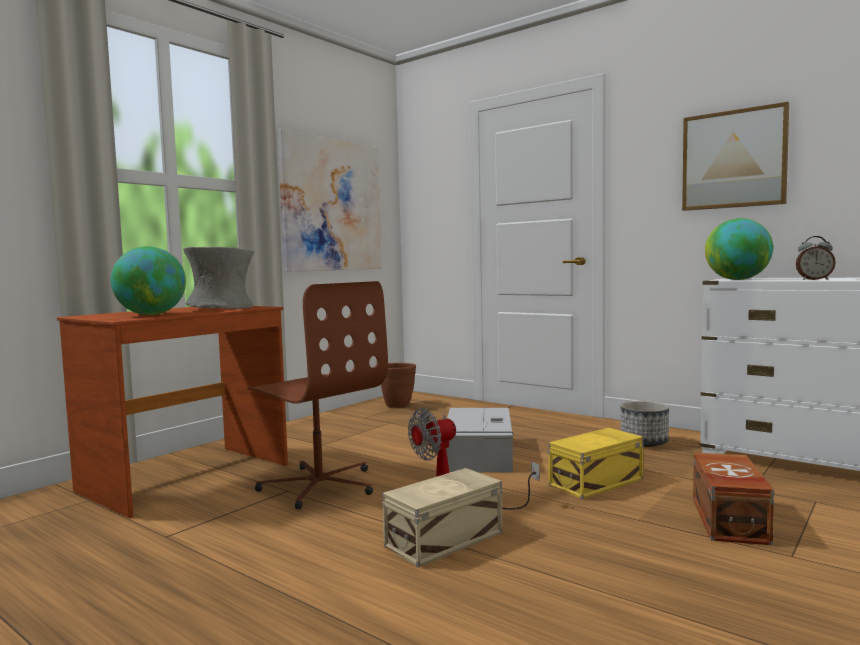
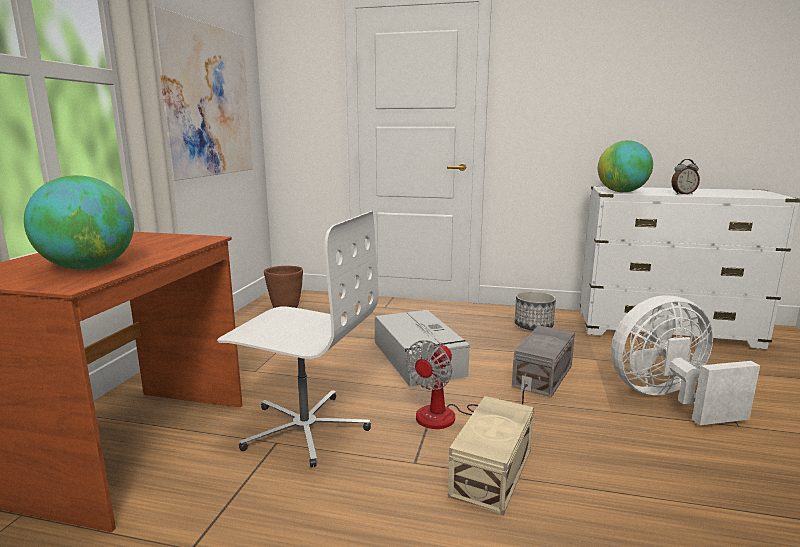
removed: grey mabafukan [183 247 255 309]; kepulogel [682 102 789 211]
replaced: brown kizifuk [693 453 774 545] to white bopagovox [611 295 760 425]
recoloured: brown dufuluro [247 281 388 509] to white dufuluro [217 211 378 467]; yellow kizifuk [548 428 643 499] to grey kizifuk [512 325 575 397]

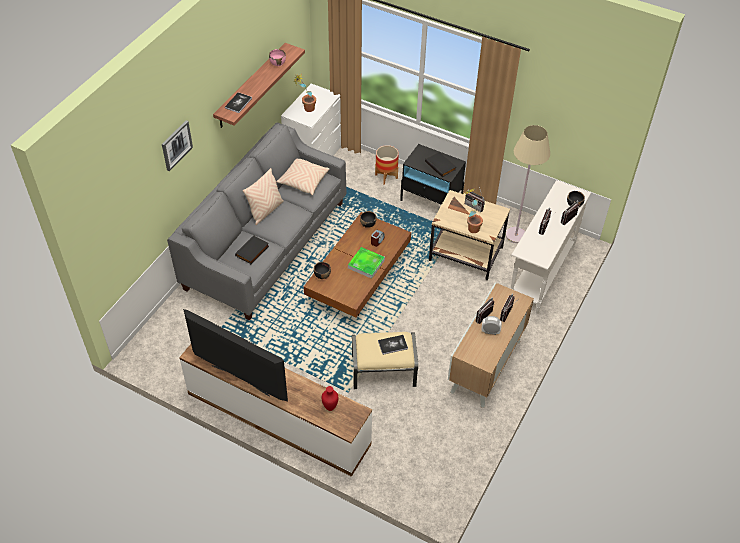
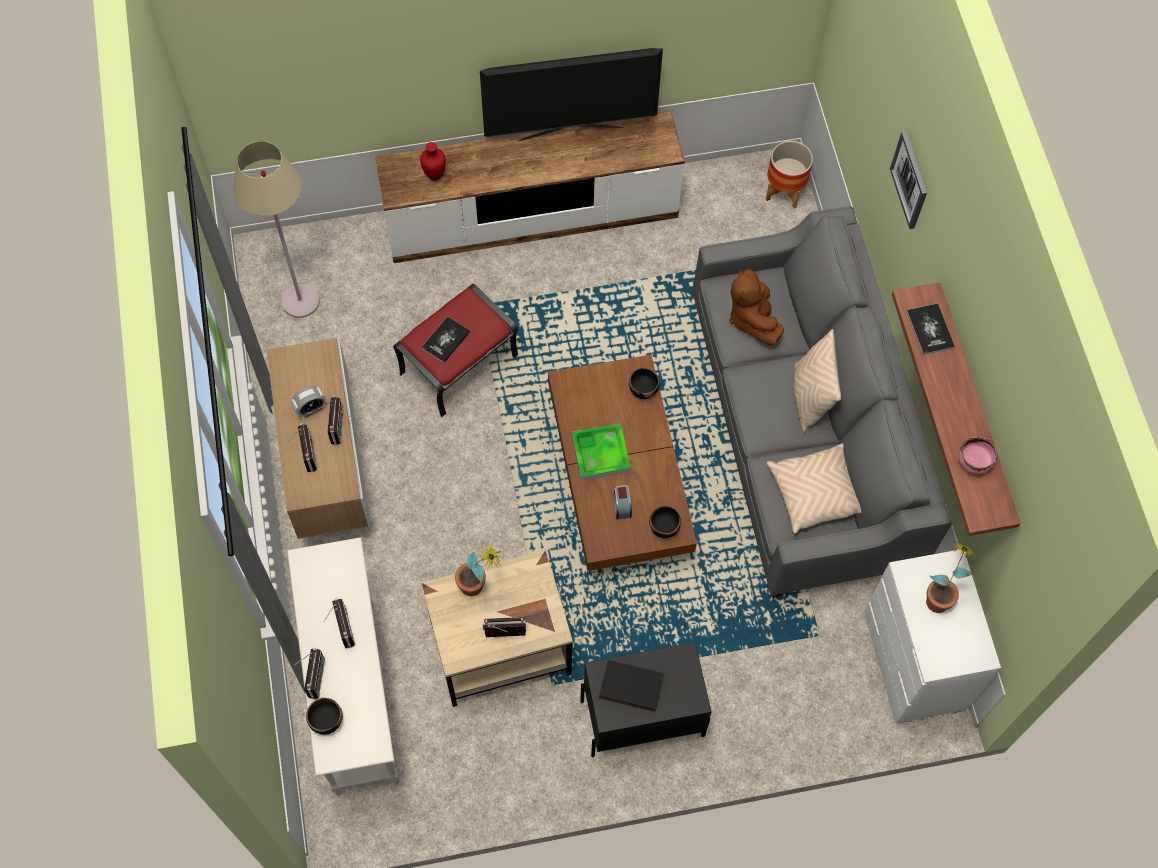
moved: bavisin [375 145 399 185] to [766 141 813 208]; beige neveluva [506 125 550 243] to [233 141 320 318]
replaced: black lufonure [235 235 269 264] to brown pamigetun [729 269 784 345]
recoloured: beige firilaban [352 332 418 389] to red firilaban [393 284 518 417]

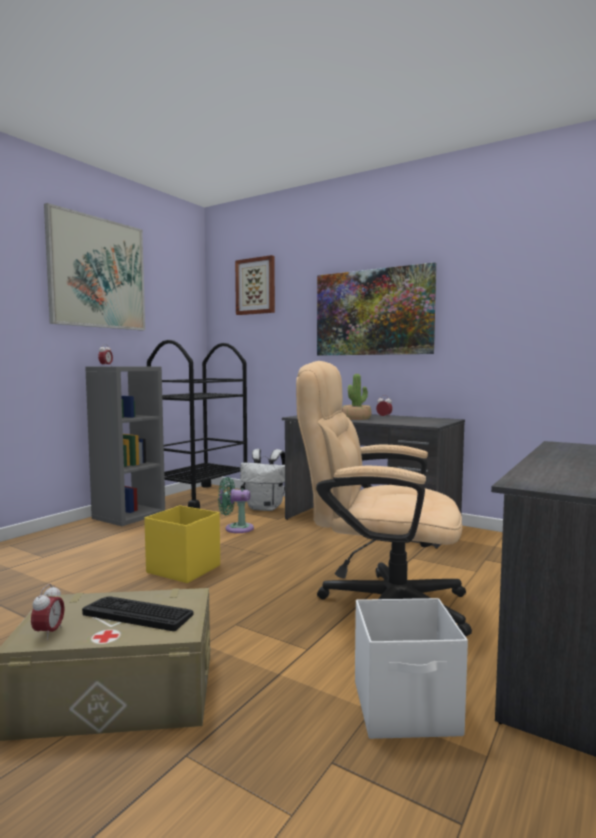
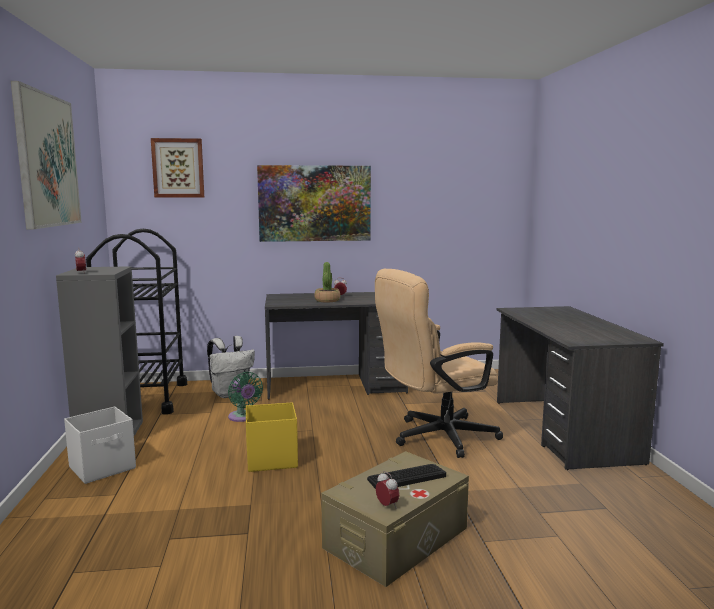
moved: white kizifuk [355 598 468 739] to [64 407 136 484]
turned: green bopagovox [218 477 254 533] = [228 372 263 422] 90 degrees counterclockwise

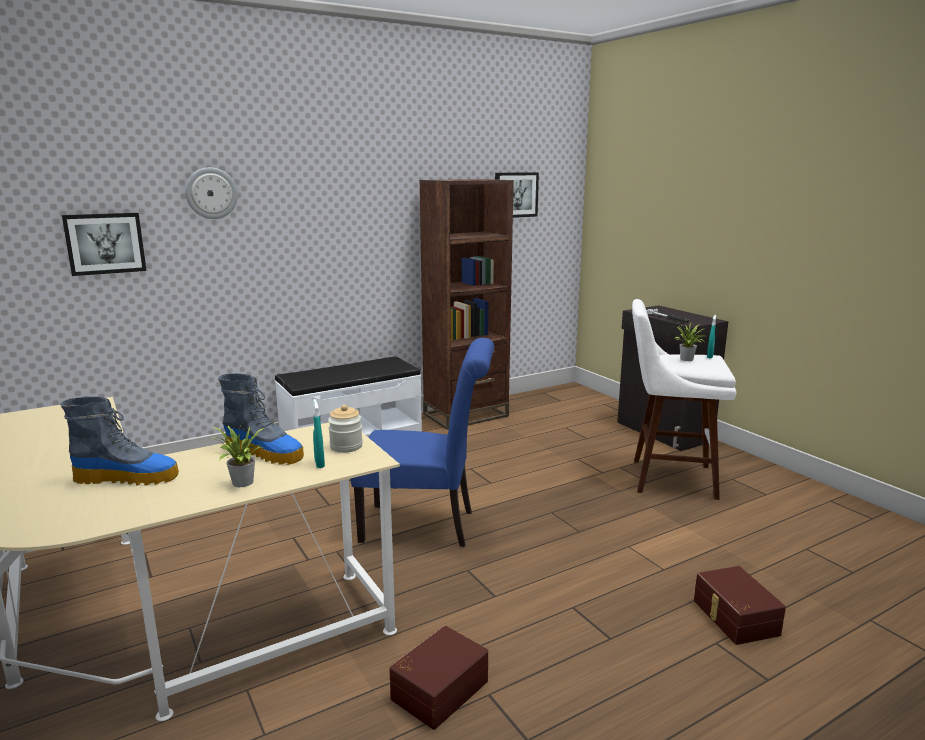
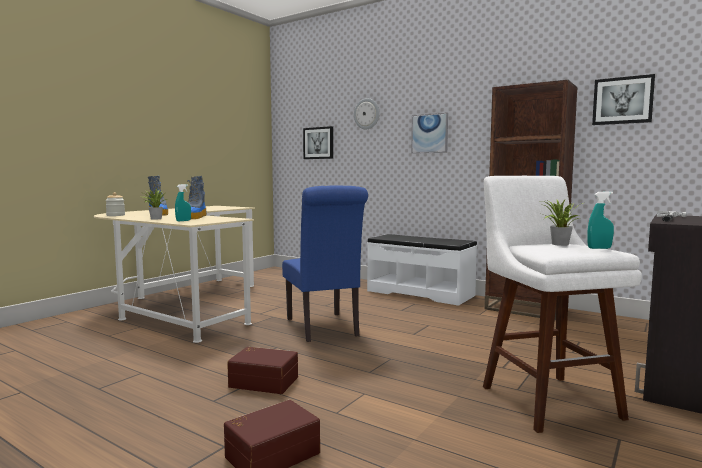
added: kepulogel [411 113 448 154]
moved: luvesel [328 405 363 453] to [105 192 125 216]; brown kizifuk [389 626 488 730] to [227 347 298 394]

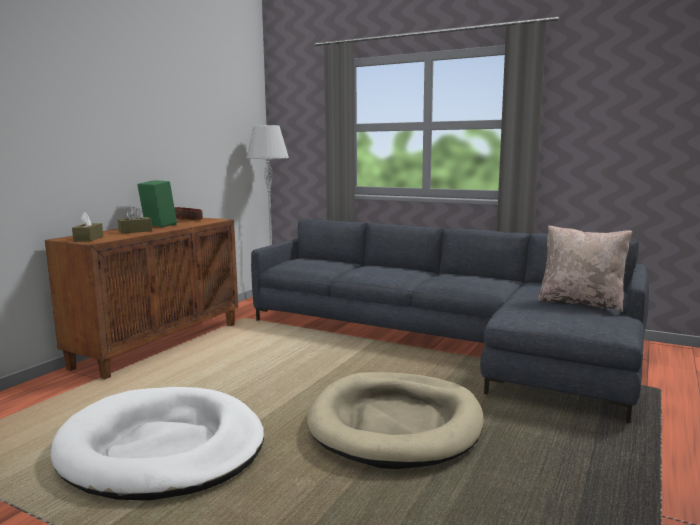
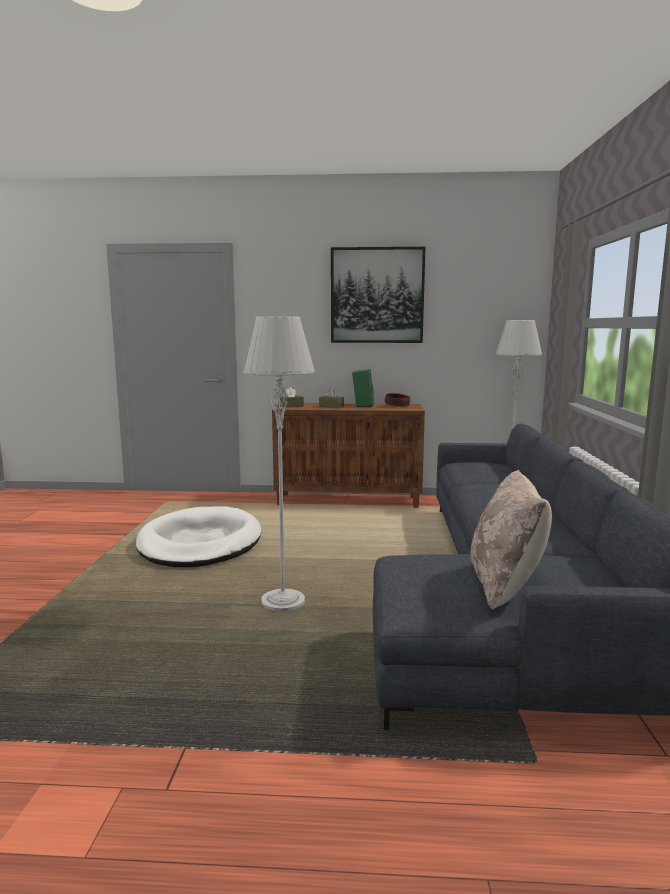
added: kepulogel [331 247 425 343]
replaced: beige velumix [307 372 484 469] to grey neveluva [243 316 315 612]

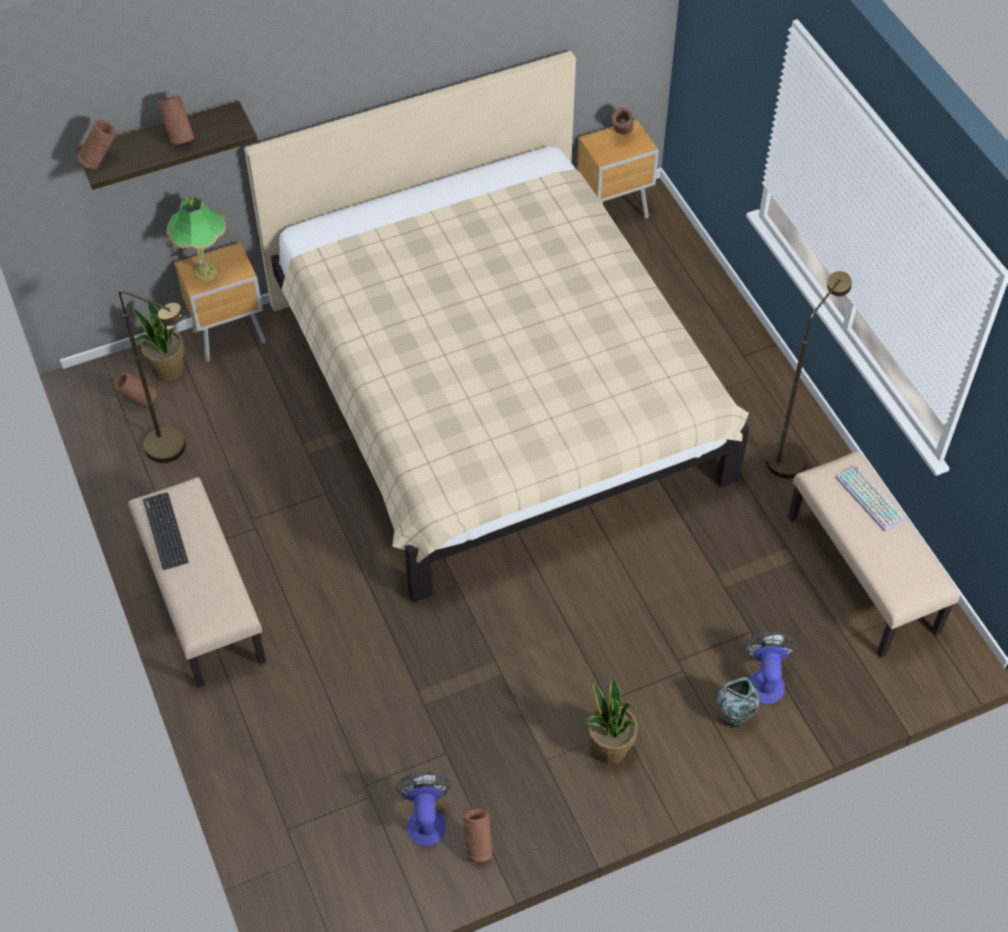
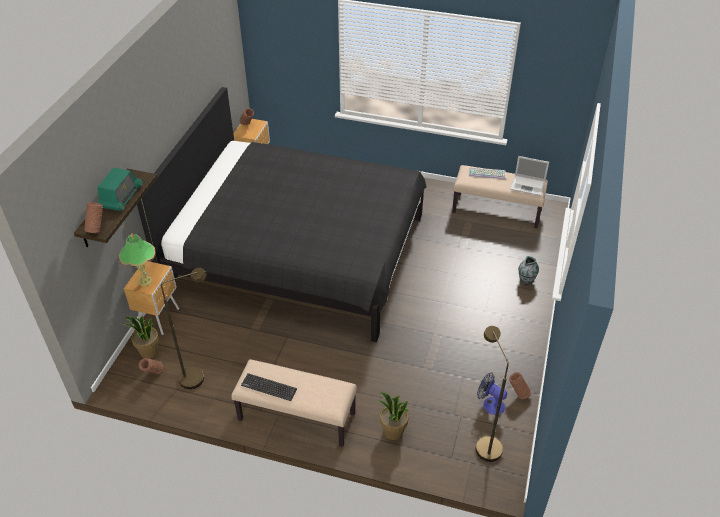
removed: bopagovox [744 632 796 704]
added: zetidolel [510 156 549 196]
moved: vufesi [584 678 638 764] to [377 392 409 440]; brown neveluva [766 271 852 478] to [476 326 509 462]
replaced: brown mabafukan [157 95 194 145] to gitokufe [97 168 143 211]
recoloured: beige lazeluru [244 51 749 602] to black lazeluru [137 87 427 342]

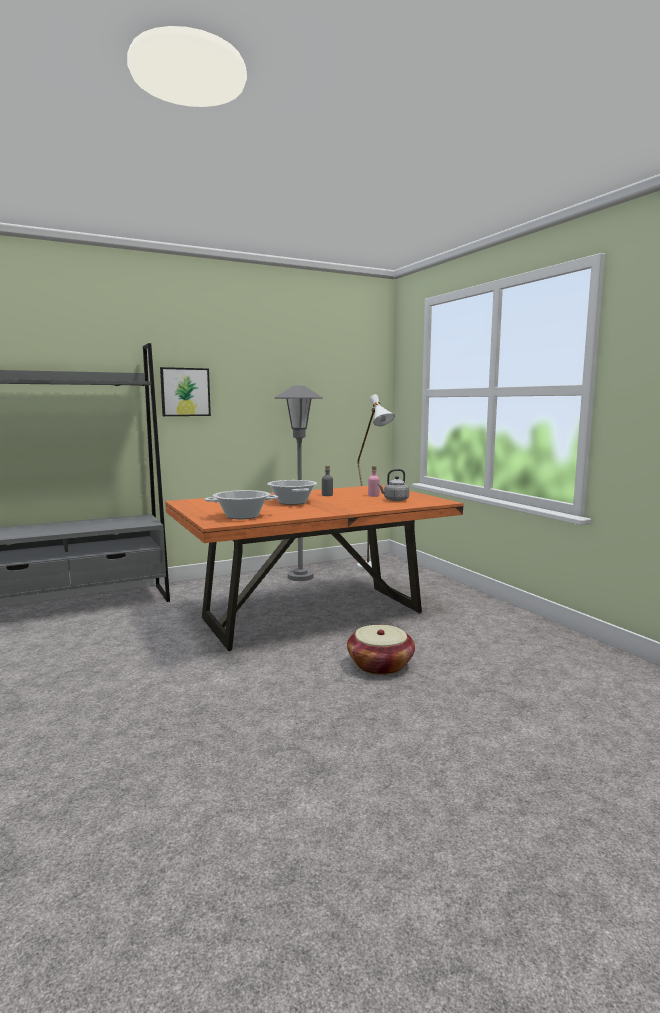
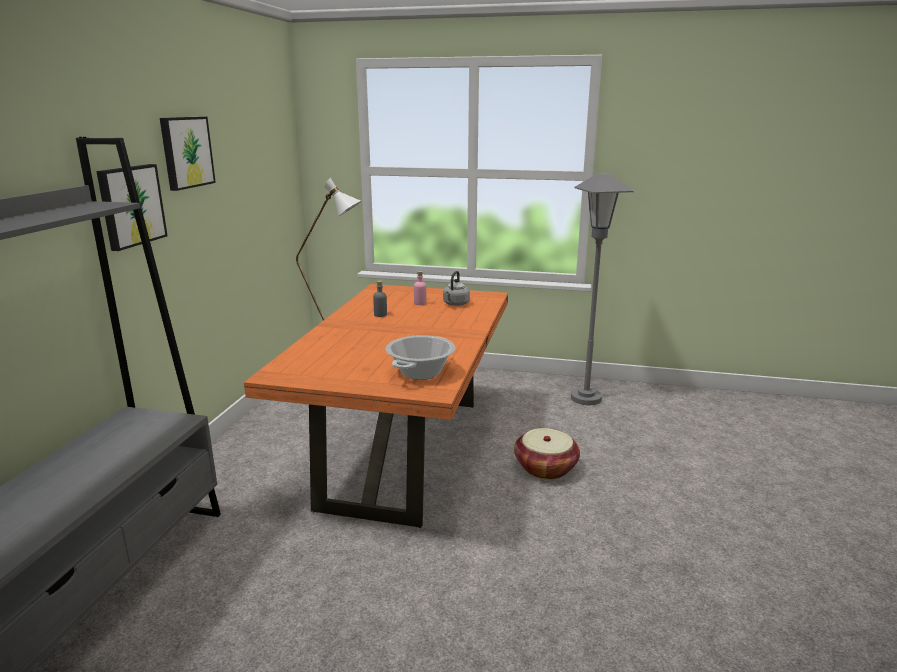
removed: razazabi [267 480 317 505]
added: kepulogel [160 117 216 191]
moved: grey neveluva [275 385 323 581] to [571 173 633 405]

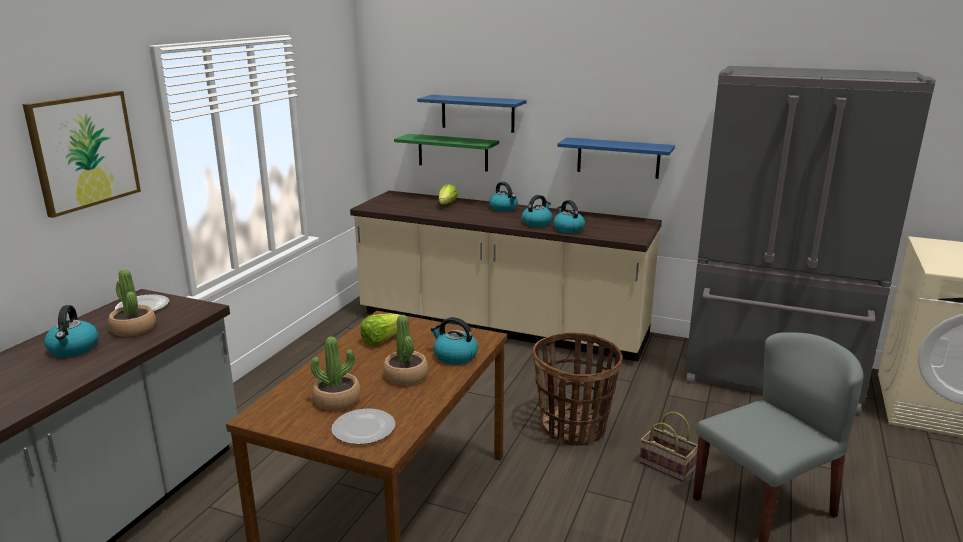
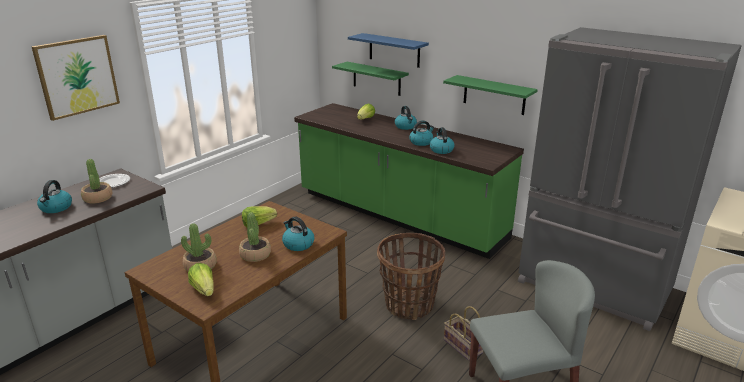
replaced: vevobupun [332 409 395 444] to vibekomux [188 263 214 296]
recoloured: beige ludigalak [350 191 662 362] to green ludigalak [294 103 524 259]; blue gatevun [557 137 675 179] to green gatevun [443 75 538 115]

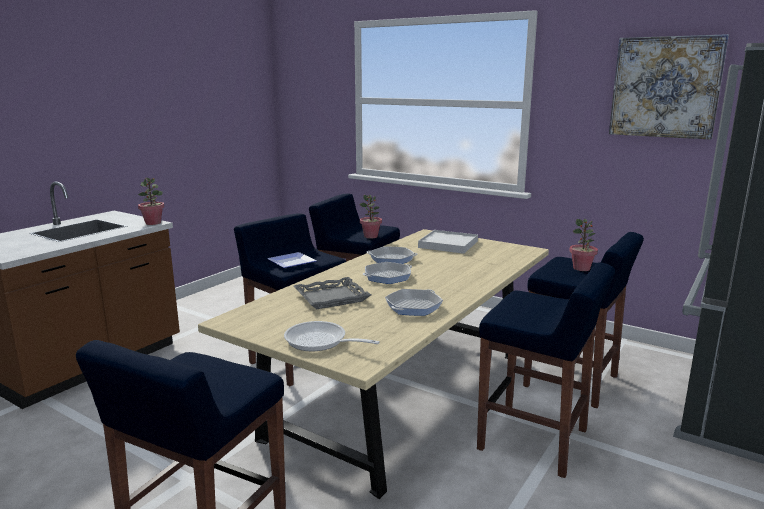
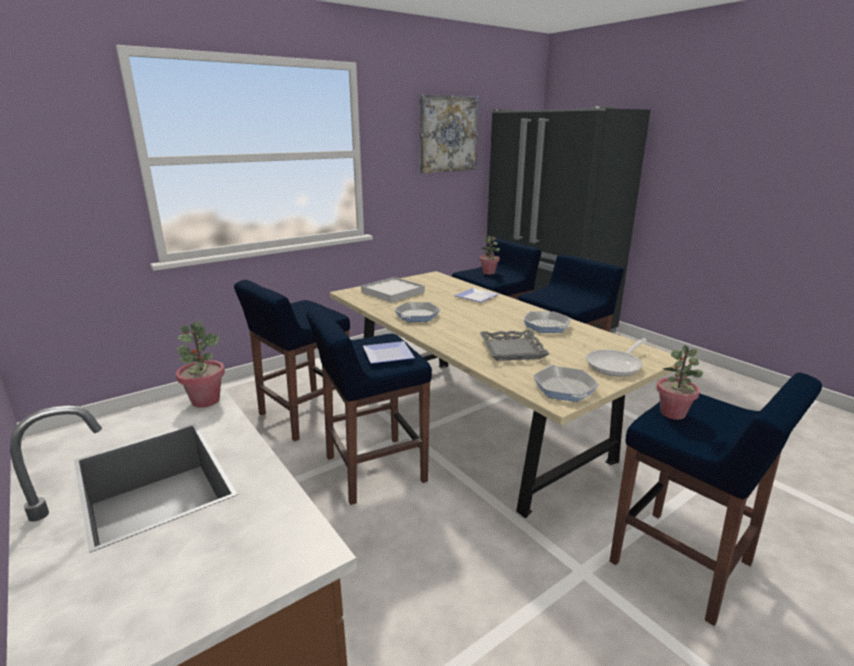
added: vevobupun [454 288 499 302]
moved: vufesi [359 195 382 238] to [656 346 703 420]; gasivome [363 262 412 284] to [533 365 599 402]

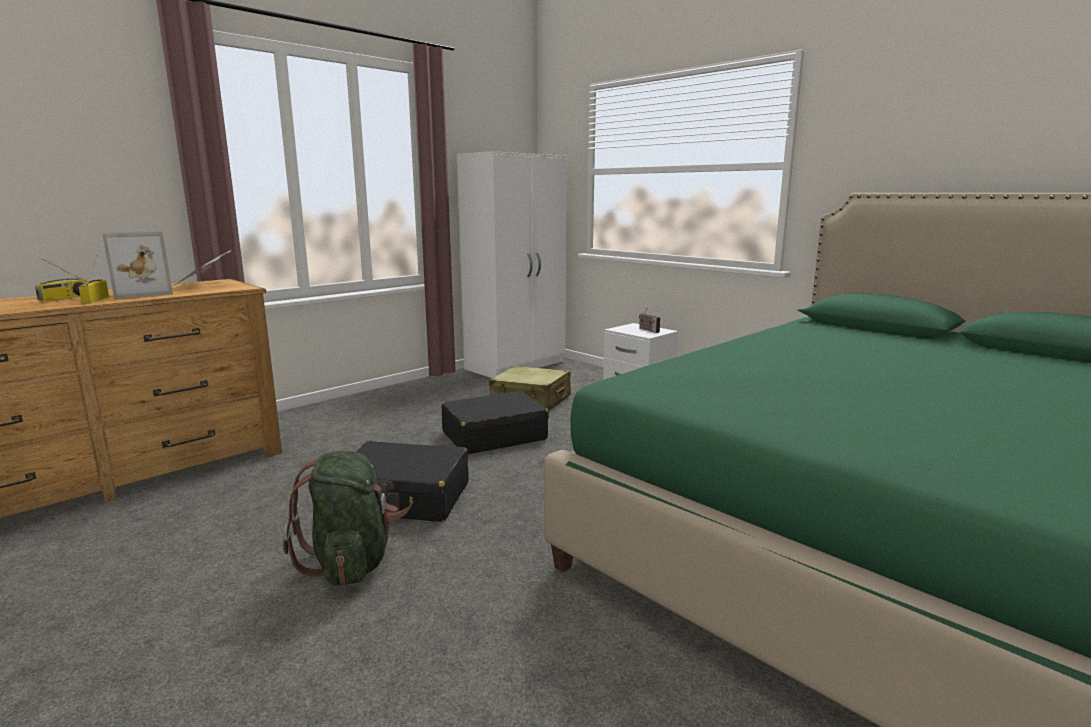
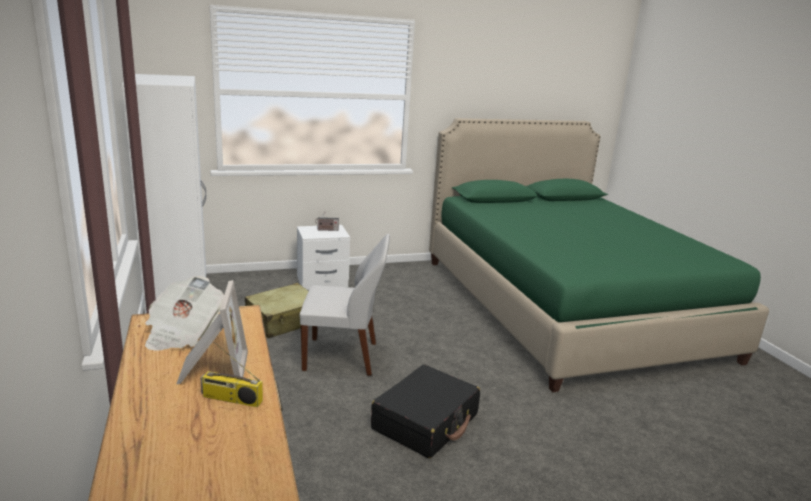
removed: gitokufe [35 257 87 302]; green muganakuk [283 451 398 586]
replaced: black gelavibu [442 391 549 454] to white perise [300 234 390 376]

